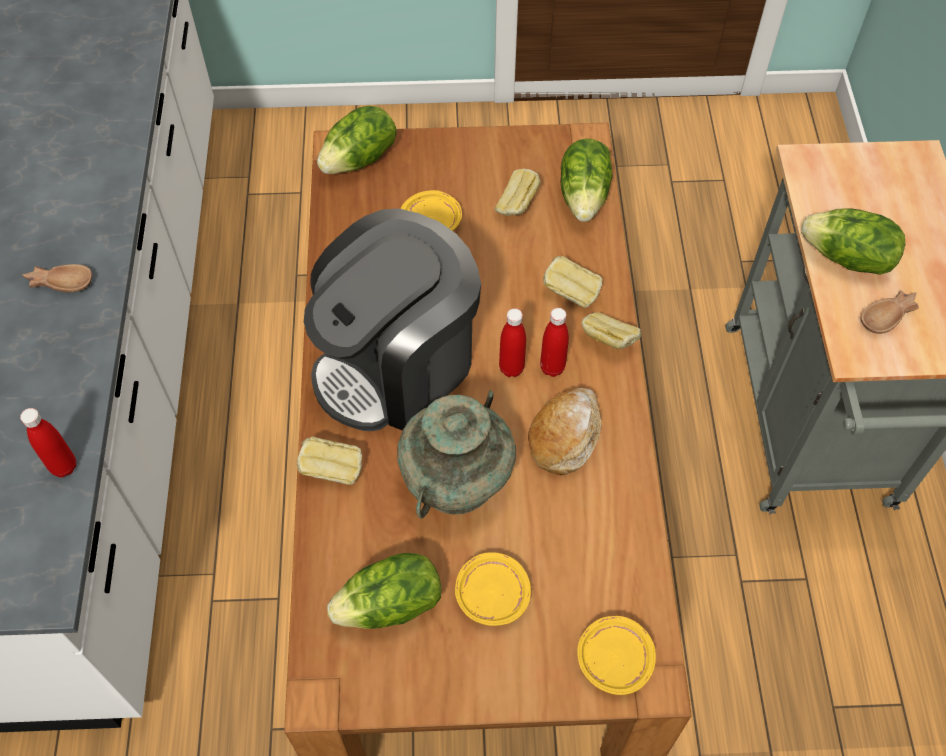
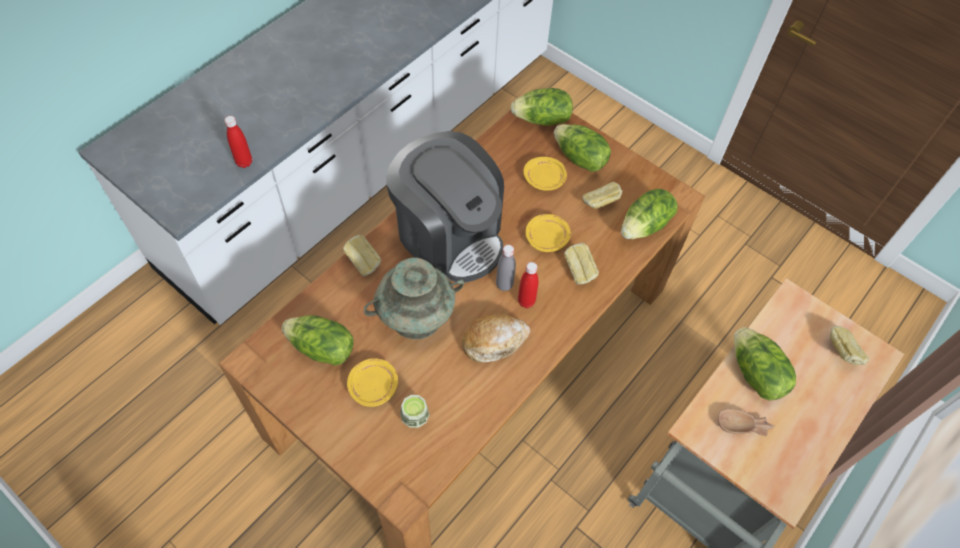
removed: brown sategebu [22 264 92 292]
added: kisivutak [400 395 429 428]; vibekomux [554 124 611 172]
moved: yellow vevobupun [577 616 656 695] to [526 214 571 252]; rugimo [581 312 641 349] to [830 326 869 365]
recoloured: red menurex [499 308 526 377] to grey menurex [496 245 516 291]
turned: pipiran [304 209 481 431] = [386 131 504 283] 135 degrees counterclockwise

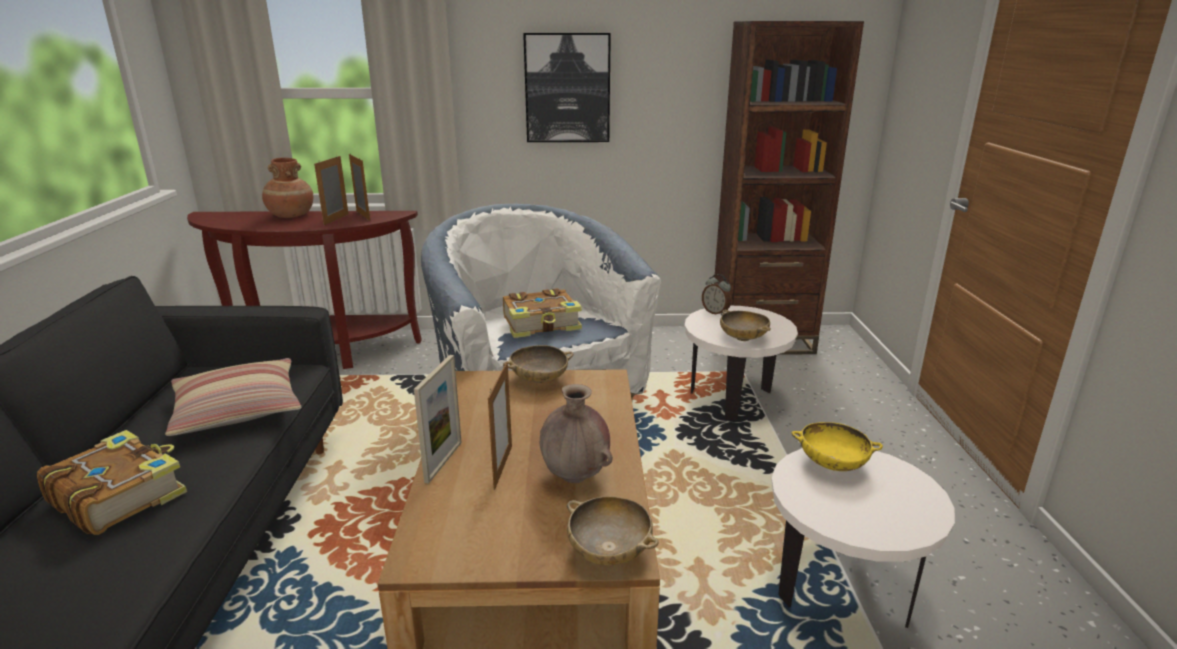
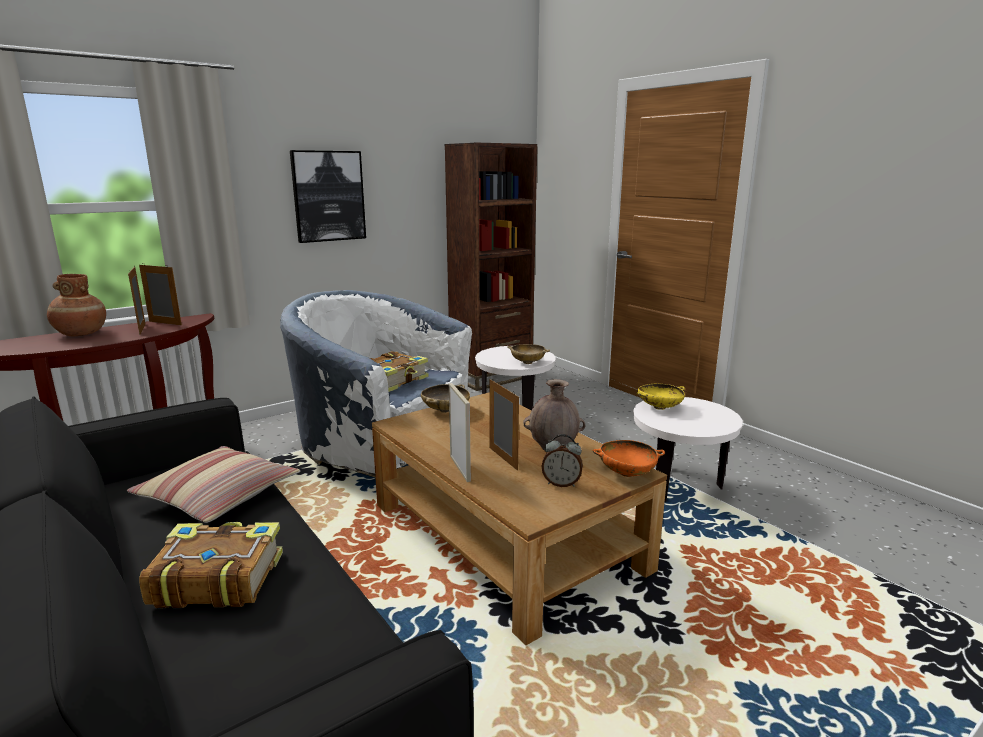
moved: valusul [702 274 731 316] to [542 434 583 487]
recoloured: beige sategebu [567 496 659 565] to orange sategebu [592 440 665 477]

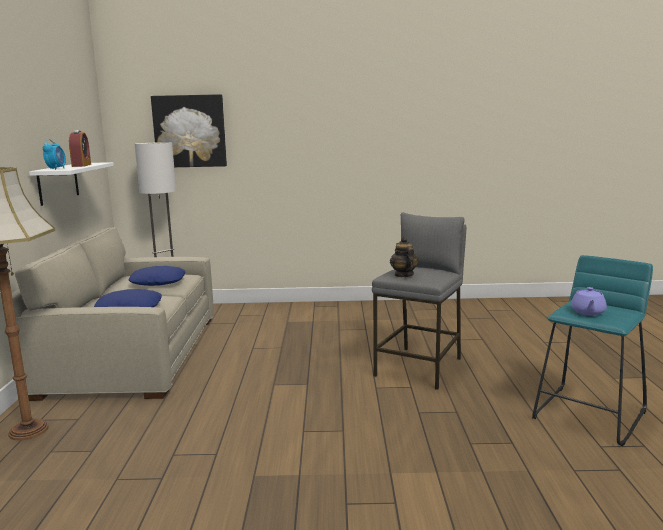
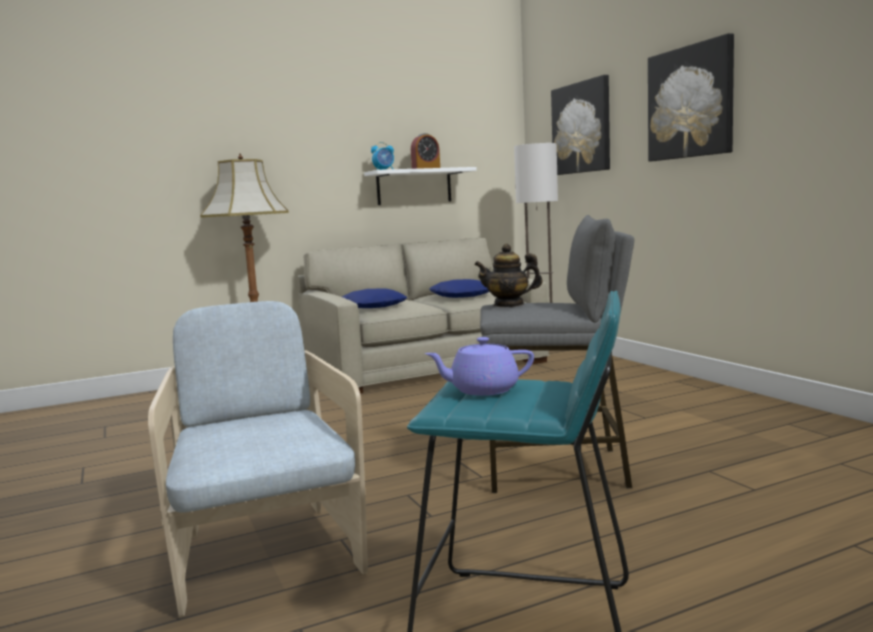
added: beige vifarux [148 301 368 617]; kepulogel [648 33 734 161]
turned: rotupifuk [390 237 418 277] = [474 244 543 307] 135 degrees counterclockwise

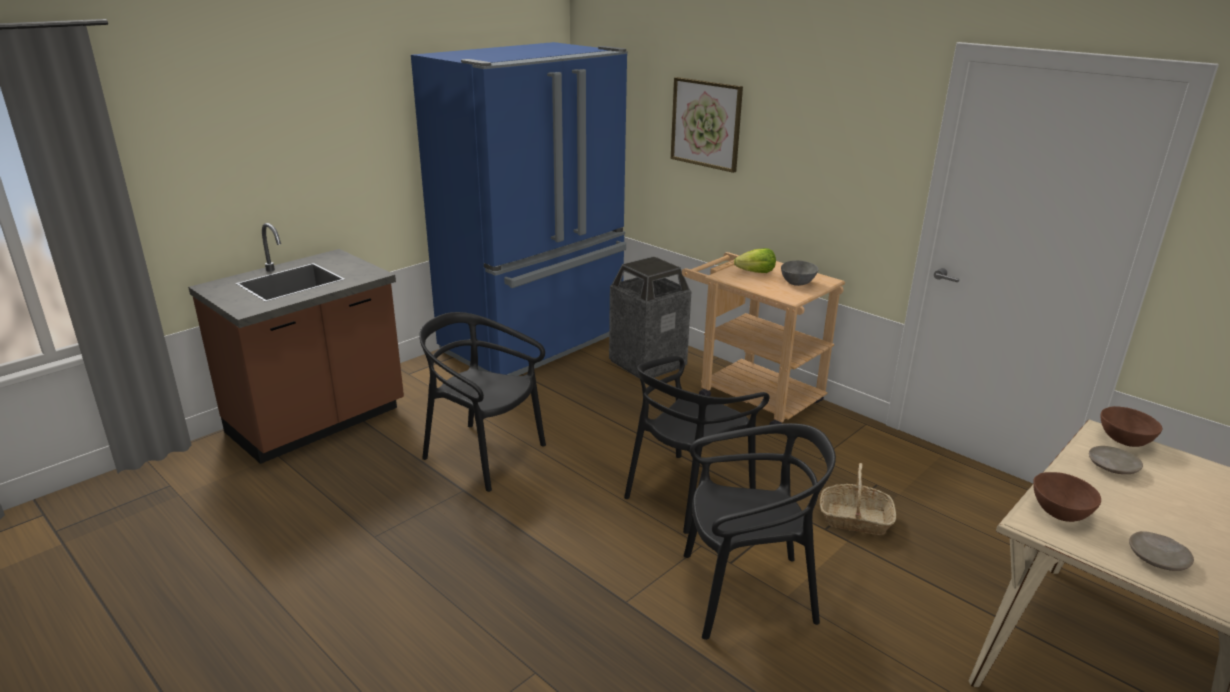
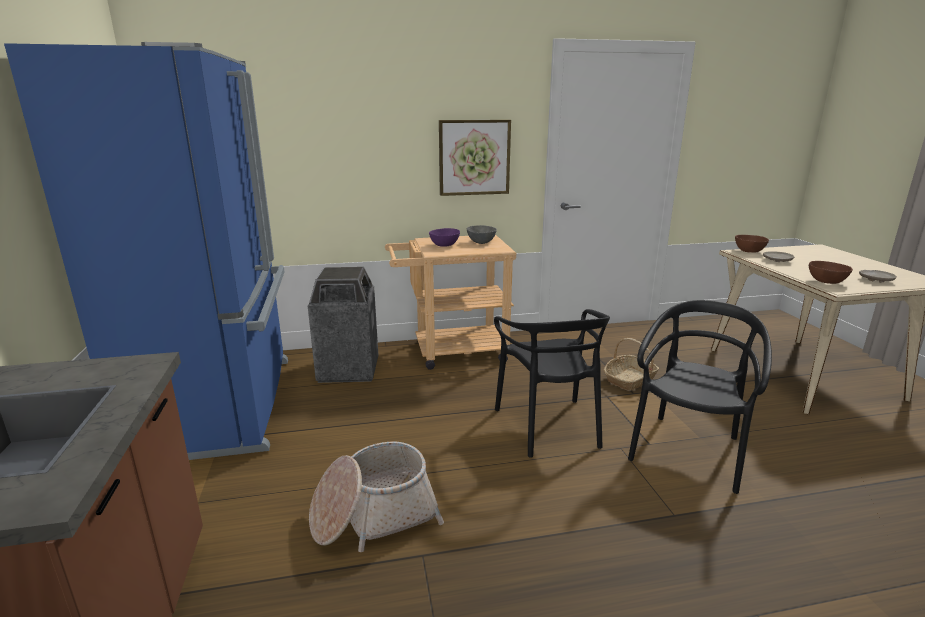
moved: kepulogel [671 77 743 173] to [439 120 511 196]
replaced: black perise [419 312 546 492] to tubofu [309 442 444 552]; vibekomux [734 248 776 273] to purple sategebu [429 228 460 247]

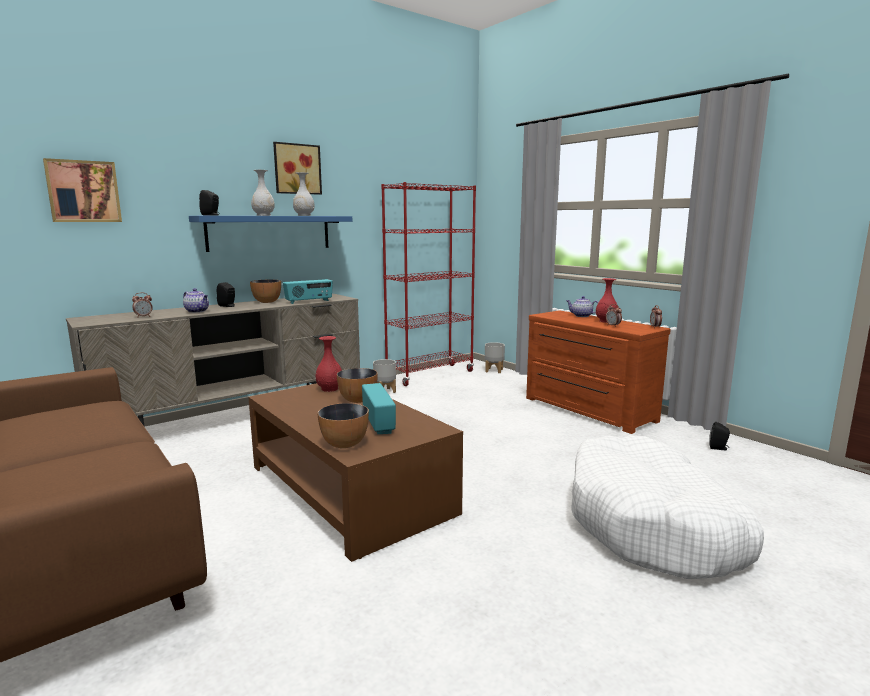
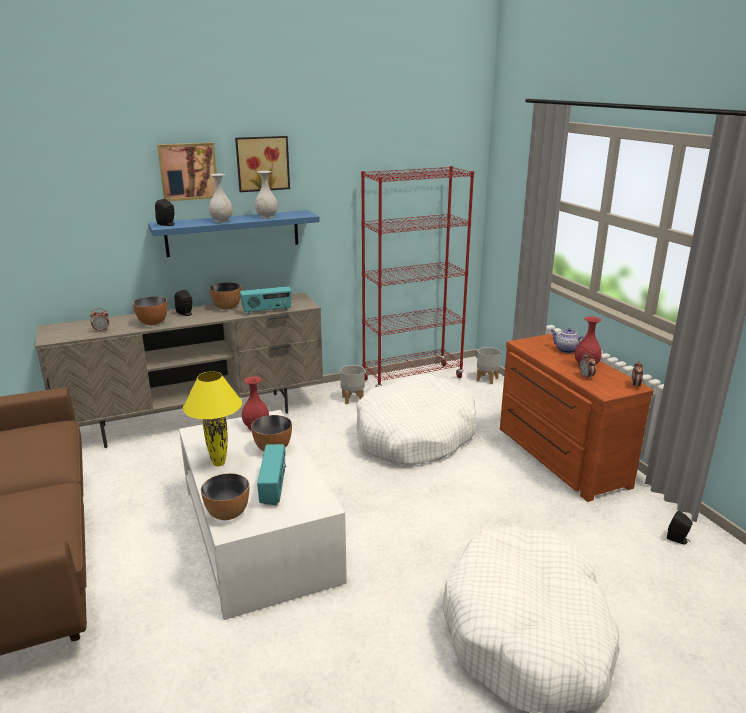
added: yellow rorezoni [183 371 242 466]; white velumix [356 374 476 465]
moved: kepulogel [43 158 122 222] to [157 142 217 201]
replaced: rotupifuk [183 288 209 313] to sategebu [132 296 167 325]
recoloured: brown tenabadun [248 383 463 562] to white tenabadun [179 410 347 620]

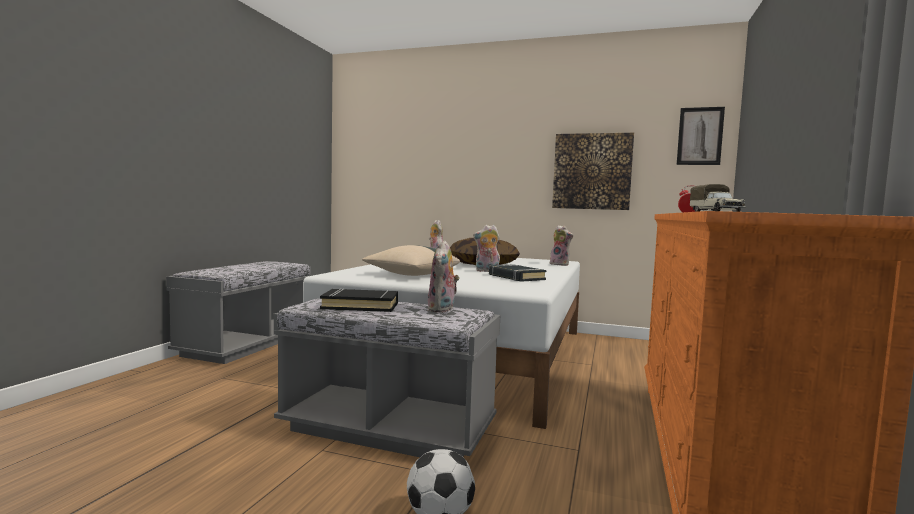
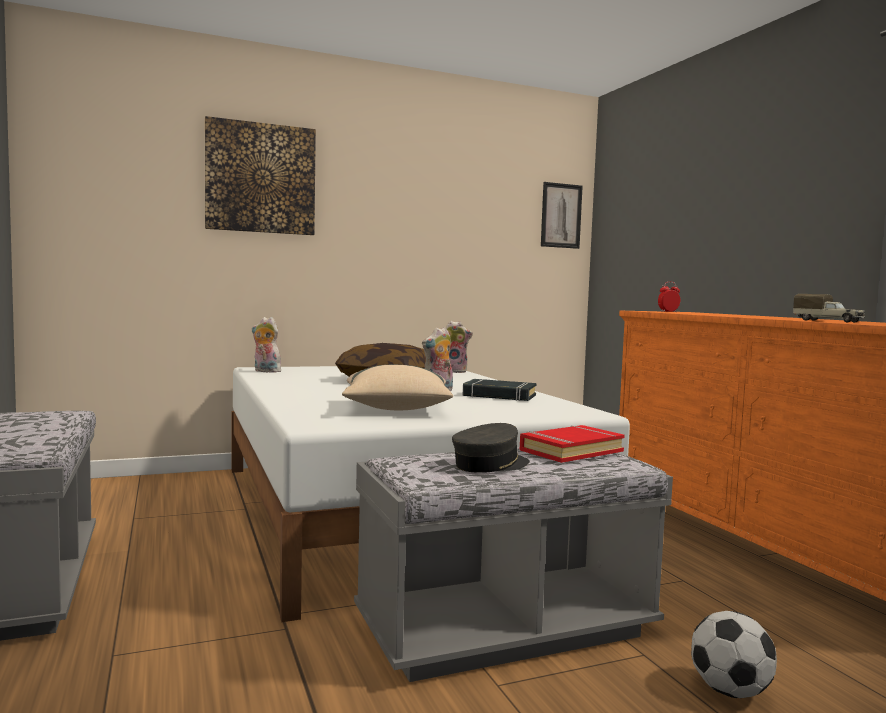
moved: kepulogel [552 133 634 210] to [205 116 316 235]
replaced: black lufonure [320 288 398 312] to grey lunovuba [452 423 530 473]; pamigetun [428 240 459 313] to red lufonure [520 425 625 463]

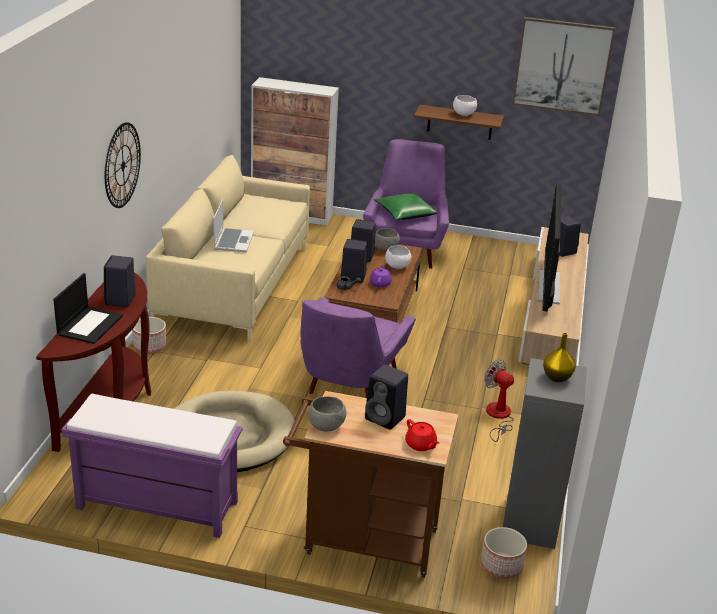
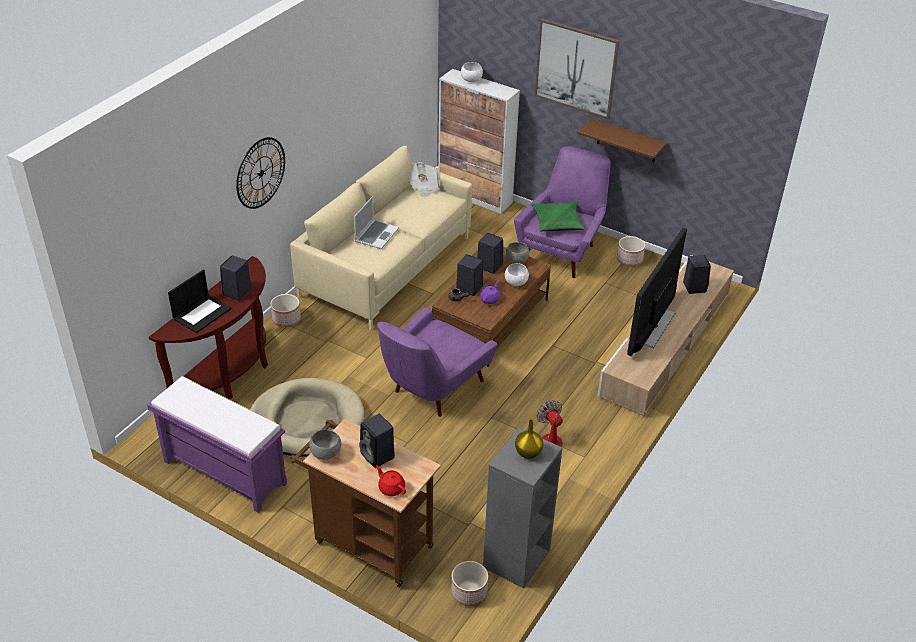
added: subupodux [408 162 440 197]; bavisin [617 236 645 266]
moved: white sategebu [453 95 477 116] to [461 62 483 82]; kepulogel [512 17 616 116] to [535 18 620 119]
turned: red rotupifuk [405 419 439 451] = [376 465 406 496] 150 degrees clockwise

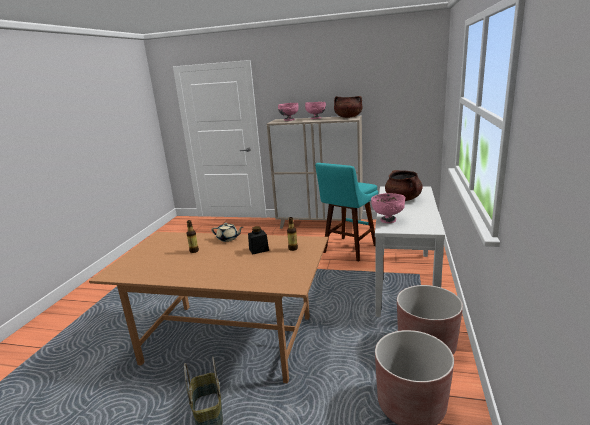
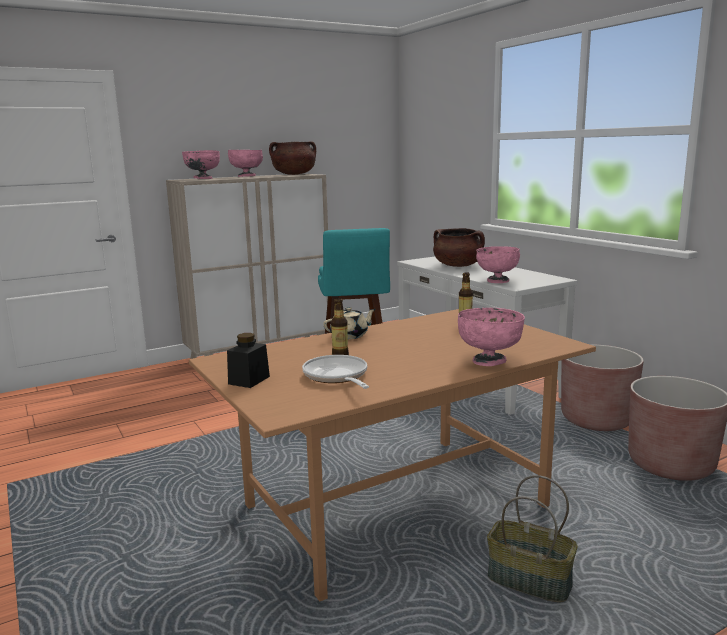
added: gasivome [302 355 369 389]; pink sategebu [458 308 525 366]
moved: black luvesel [248 226 269 254] to [227 333 270 388]

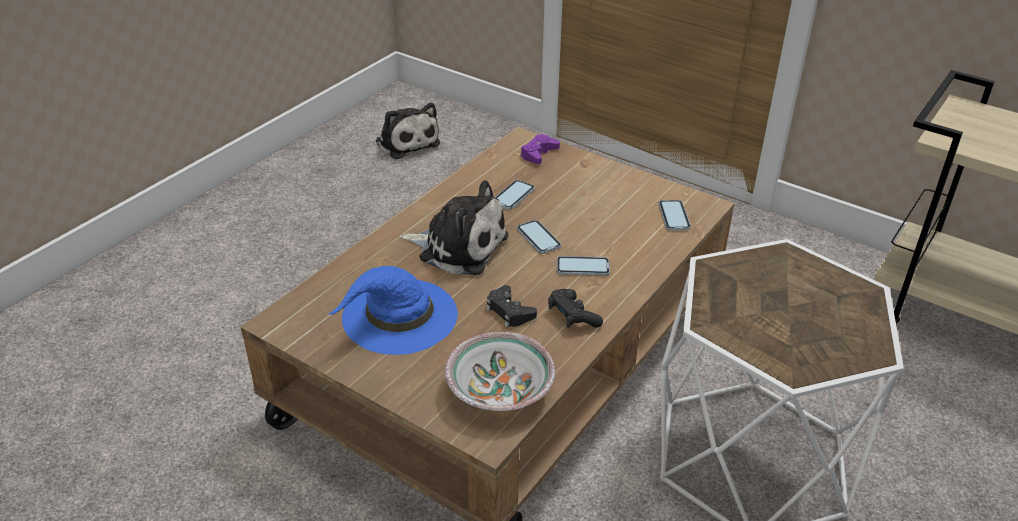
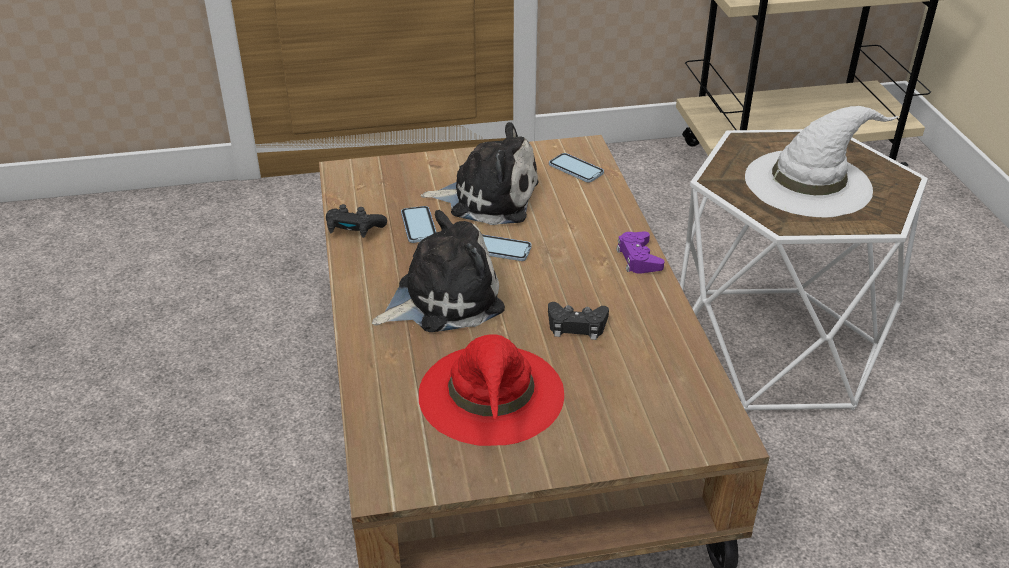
removed: sategebu [445 332 556 411]; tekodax [557 256 610 275]
added: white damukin [745 106 899 218]
moved: pamigetun [376 103 440 159] to [421 122 539 225]; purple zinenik [521 134 560 164] to [616 231 664 274]; black zinenik [548 289 603 328] to [326 204 387 238]
recoloured: blue damukin [329 266 458 355] to red damukin [419 334 564 446]

